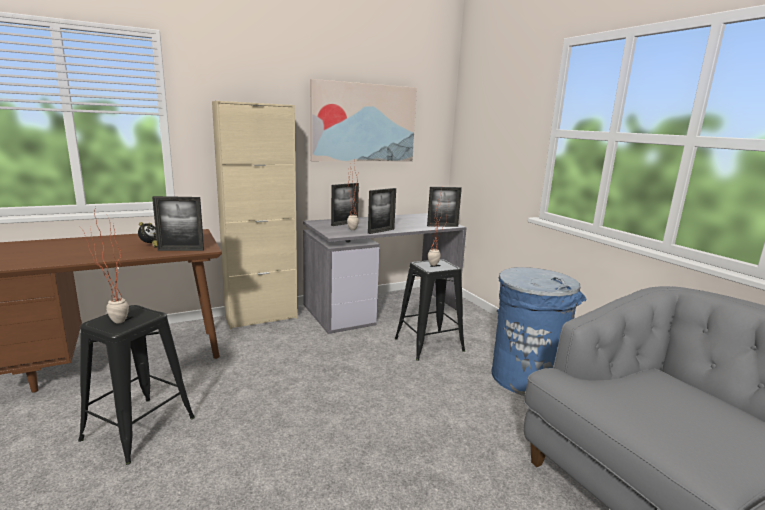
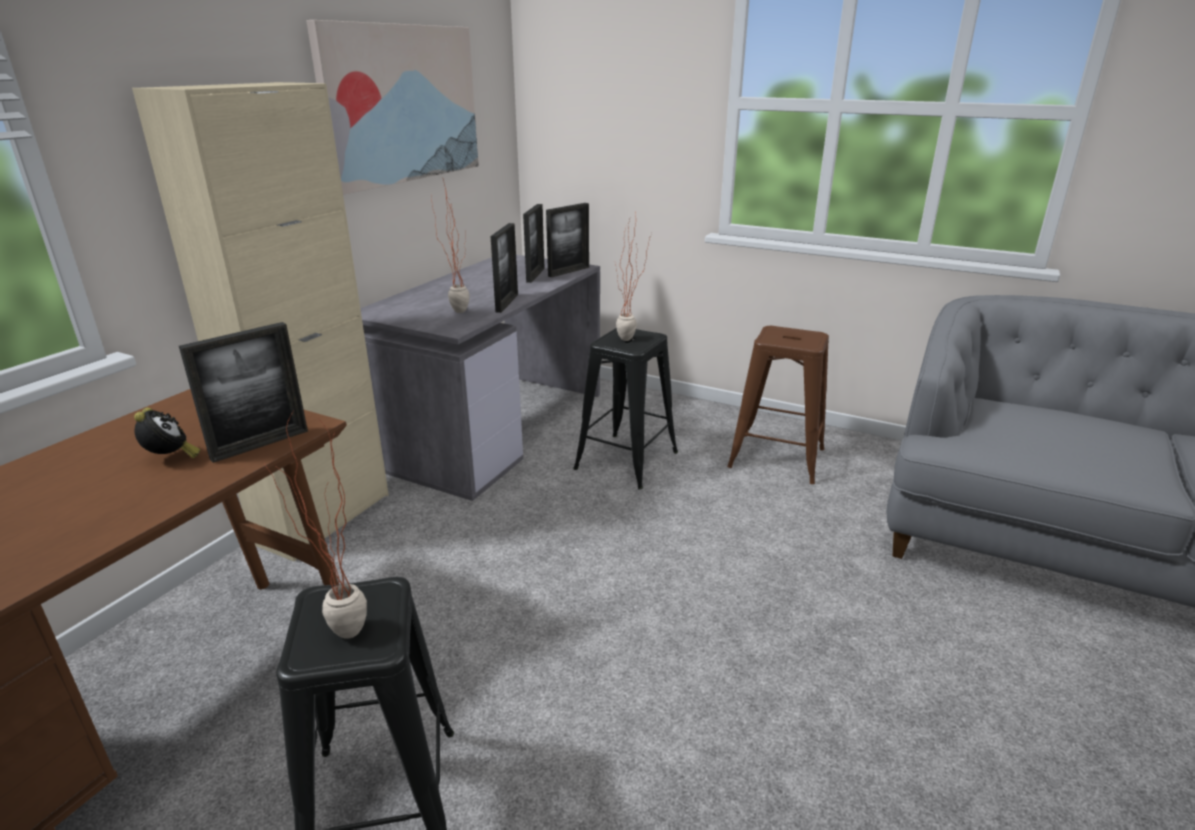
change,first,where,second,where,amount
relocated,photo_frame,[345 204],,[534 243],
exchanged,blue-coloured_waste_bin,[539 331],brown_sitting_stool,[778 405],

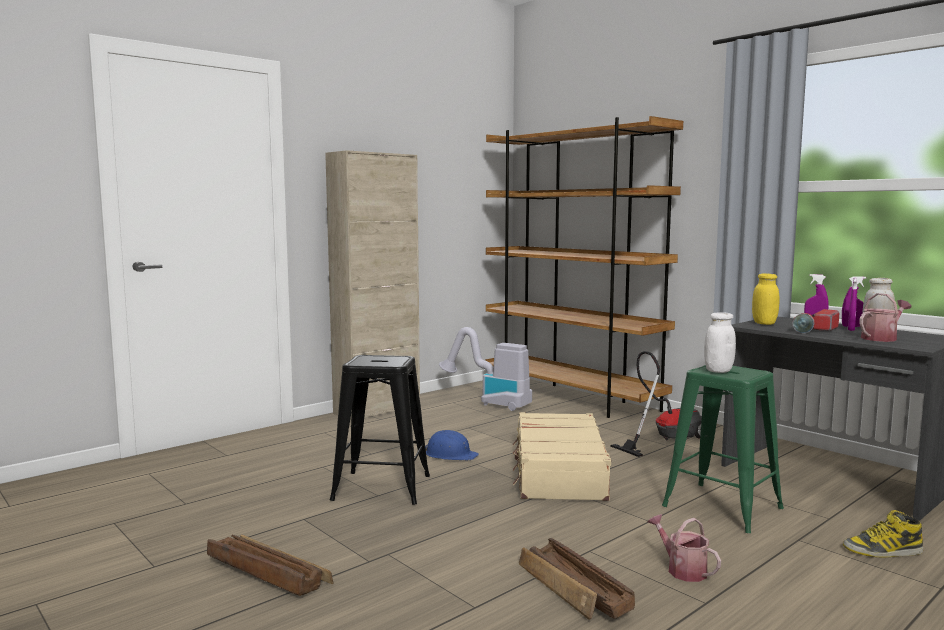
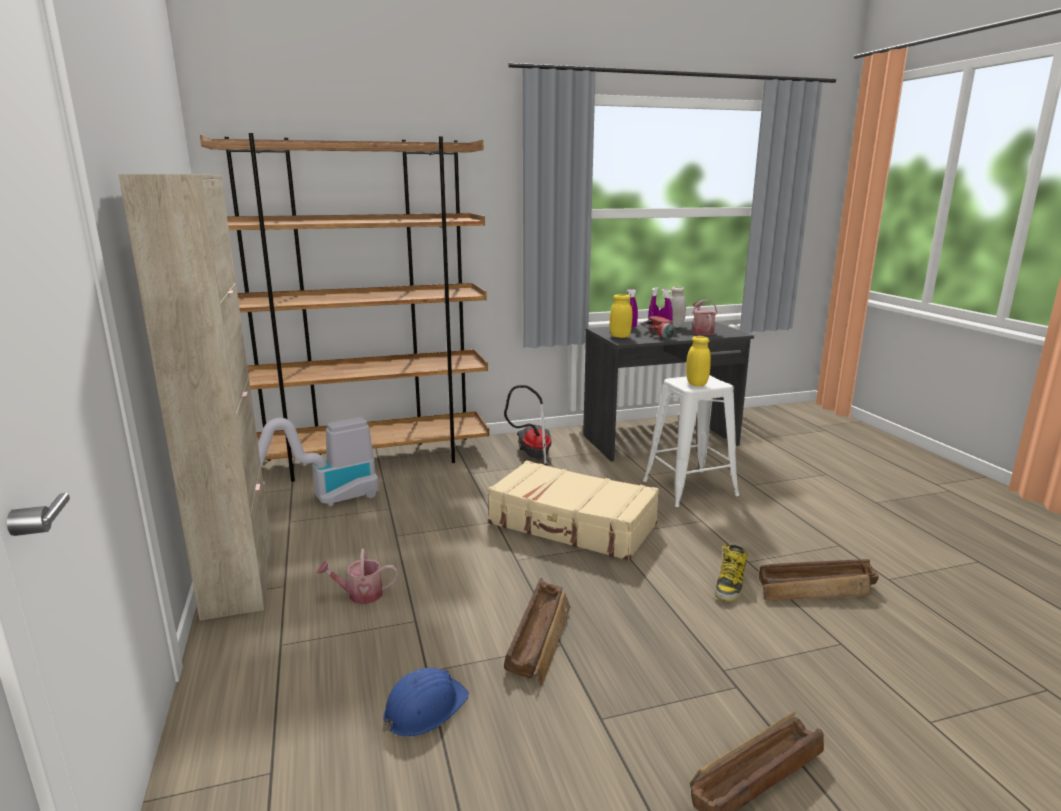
change,first,where,second,where,amount
colour,white_storage_jar,[720 342],yellow-coloured_storage_jar,[698 361],
exchanged,black_sitting_stool,[380 430],packing_crate,[537 632],
colour,green-coloured_sitting_stool,[723 449],white_sitting_stool,[691 441],
relocated,blue-coloured_hard_hat,[452 445],,[426 702],
relocated,tall_boot,[883 533],,[731 573],
relocated,watering_can,[684 548],,[357 576],

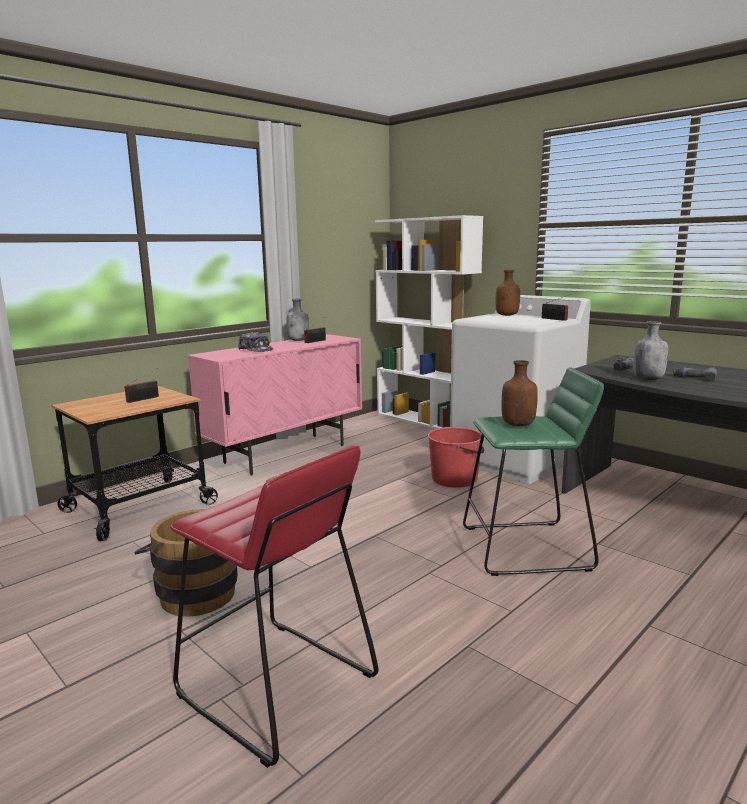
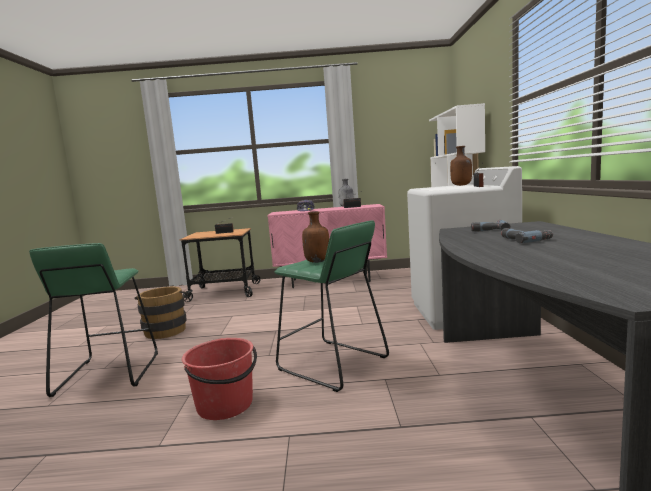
change,first,where,second,where,amount
missing,grey_bottle,[650 350],,,
relocated,red_bucket,[455 457],,[219 379],
colour,red_sitting_stool,[274 607],green-coloured_sitting_stool,[93 320],

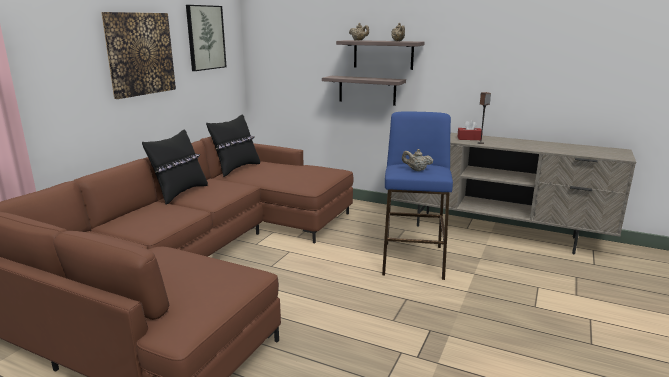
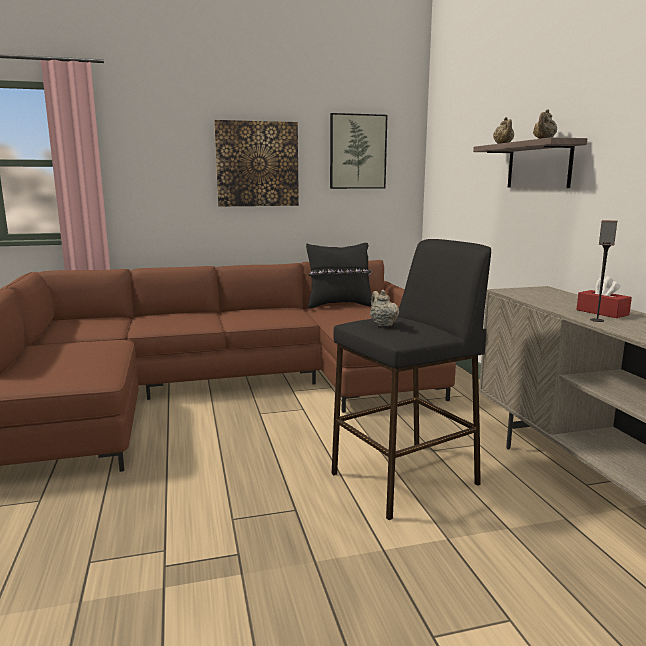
change,first,where,second,where,amount
missing,bracket_shelf,[364 91],,,
colour,blue-coloured_sitting_stool,[417 195],black_sitting_stool,[411 379],
missing,black_throw_pillow,[175 167],,,

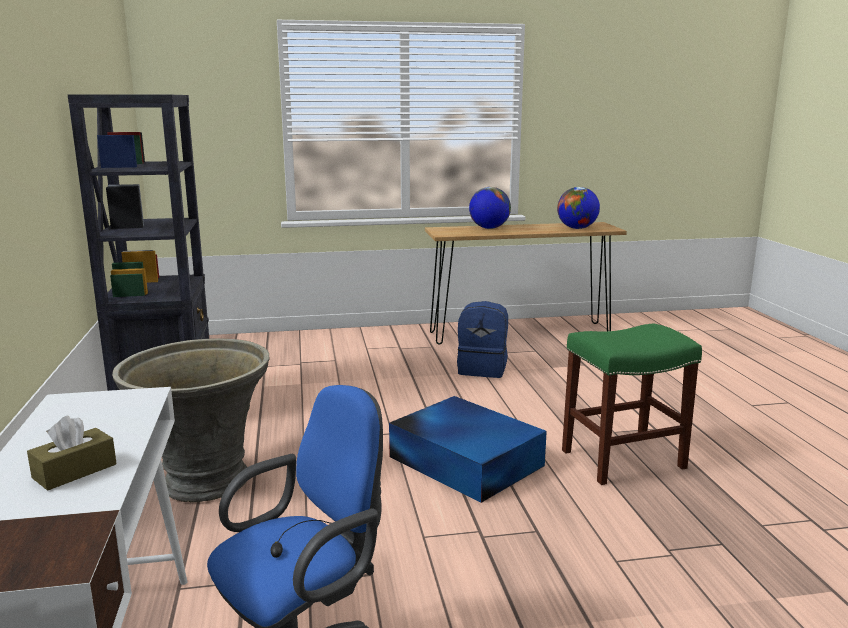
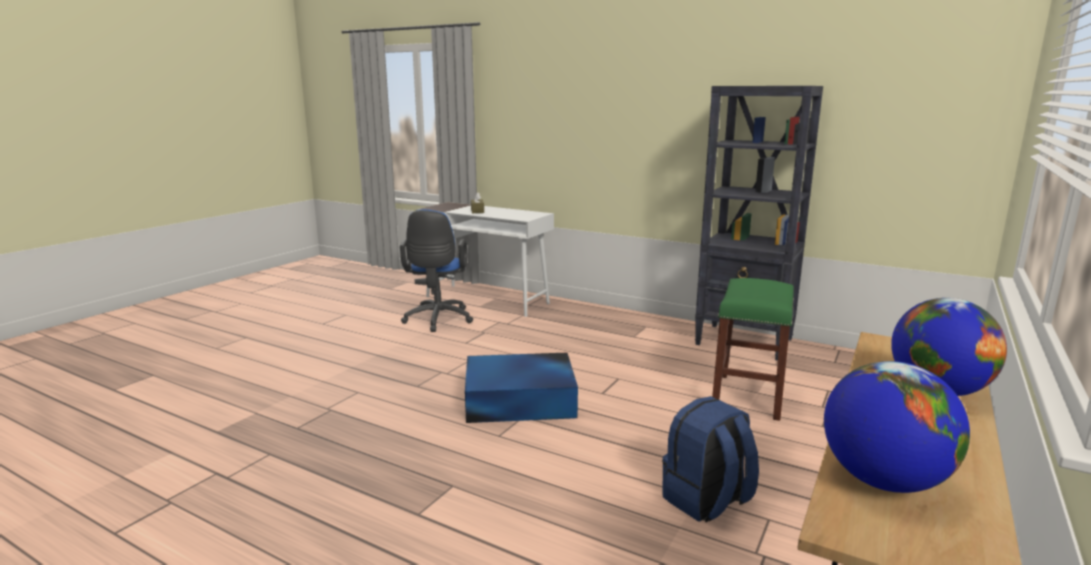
change,first,where,second,where,amount
relocated,green-coloured_sitting_stool,[632 404],,[753 349],
missing,grey_flower_pot,[190 420],,,

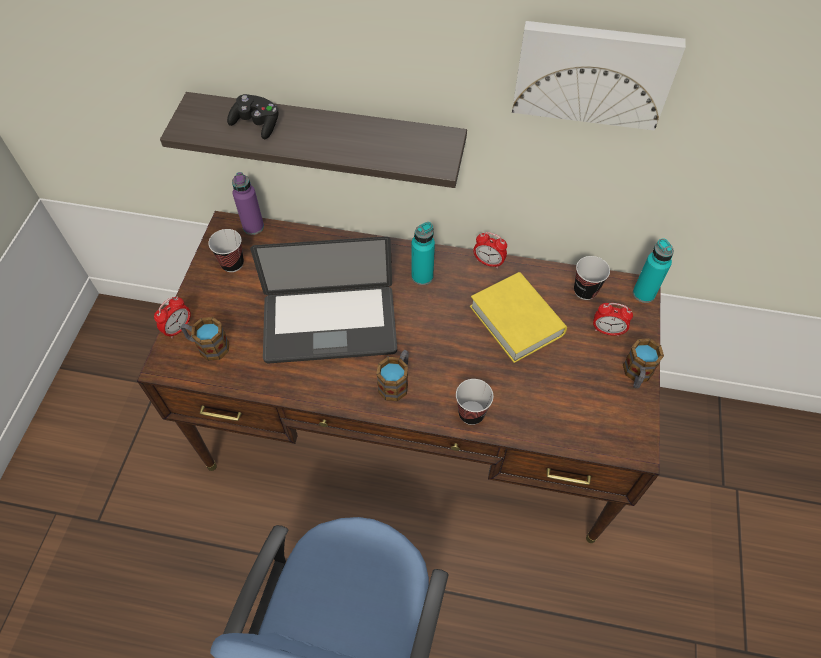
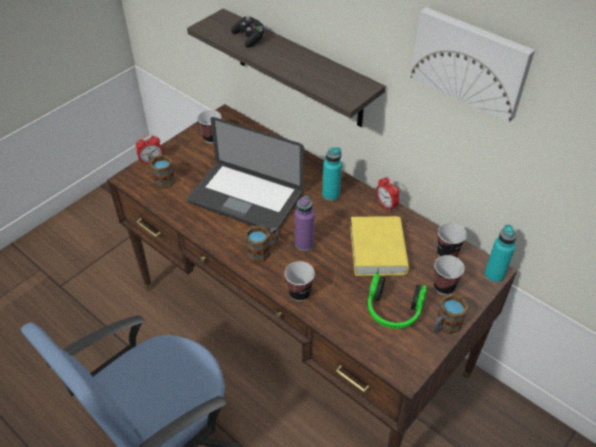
change,first,where,second,where,amount
relocated,purple-coloured_bottle,[248 203],,[305 223],
exchanged,table_clock,[613 319],small_cup,[449 275],
appeared,,,headset,[397 298],

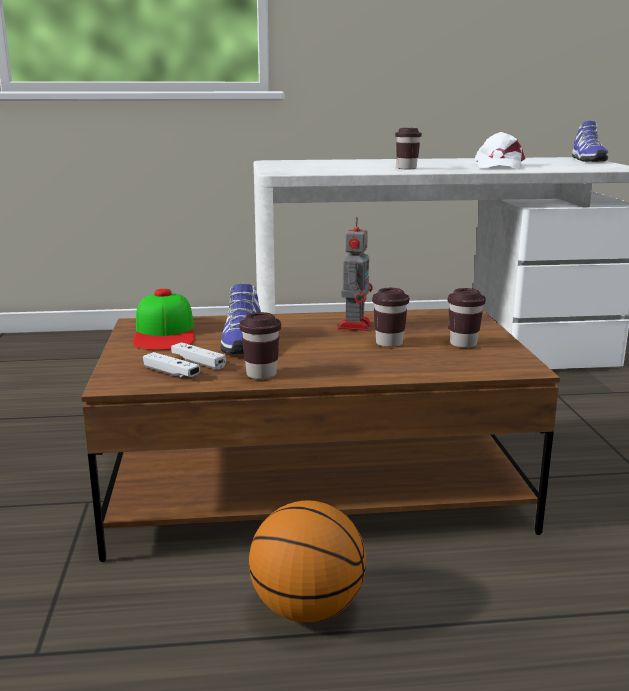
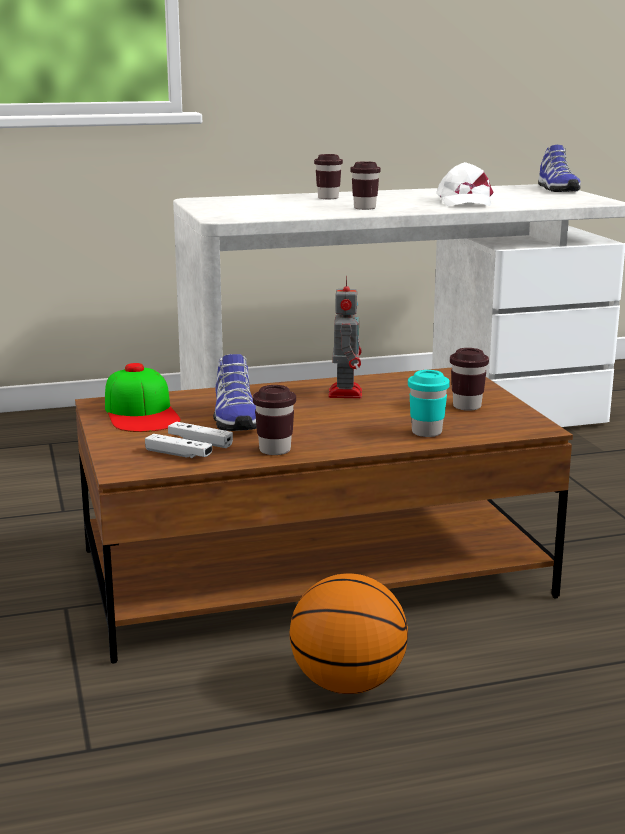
change,first,where,second,where,amount
relocated,brown_small_cup,[391 317],,[328 176],
appeared,,,turquoise_small_cup,[429 403],

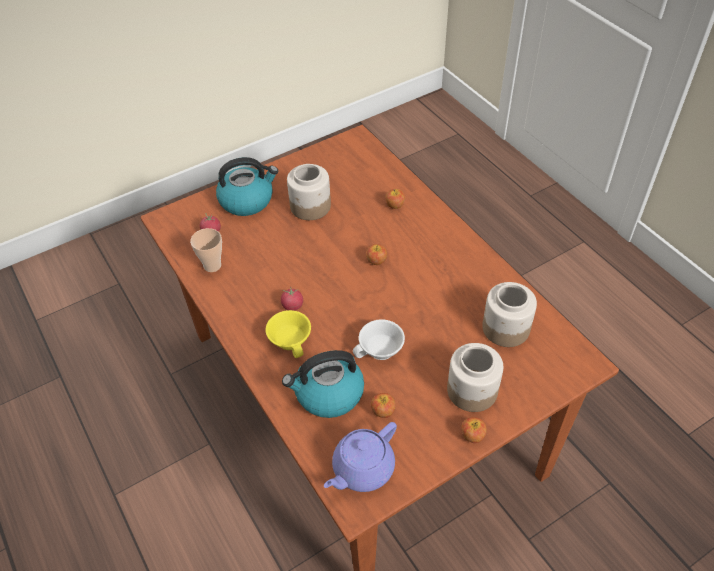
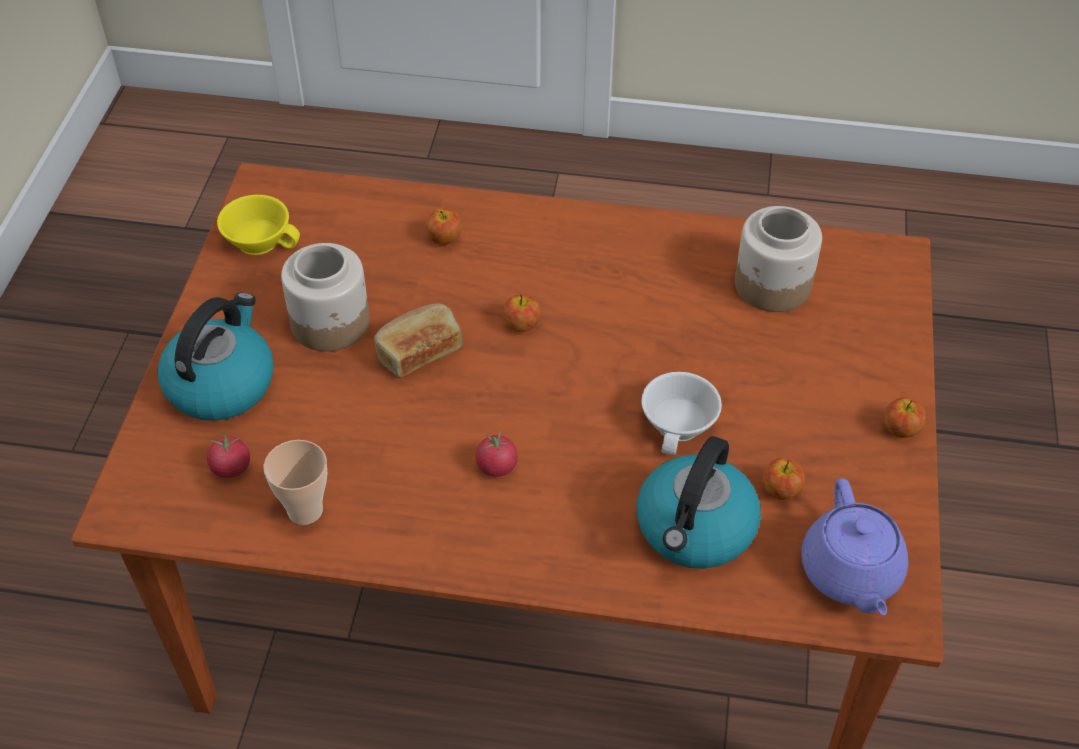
change,first,where,second,where,amount
relocated,yellow-coloured_small_cup,[288 334],,[258 225],
missing,storage_jar,[475 377],,,
appeared,,,baked_bread,[418 340],

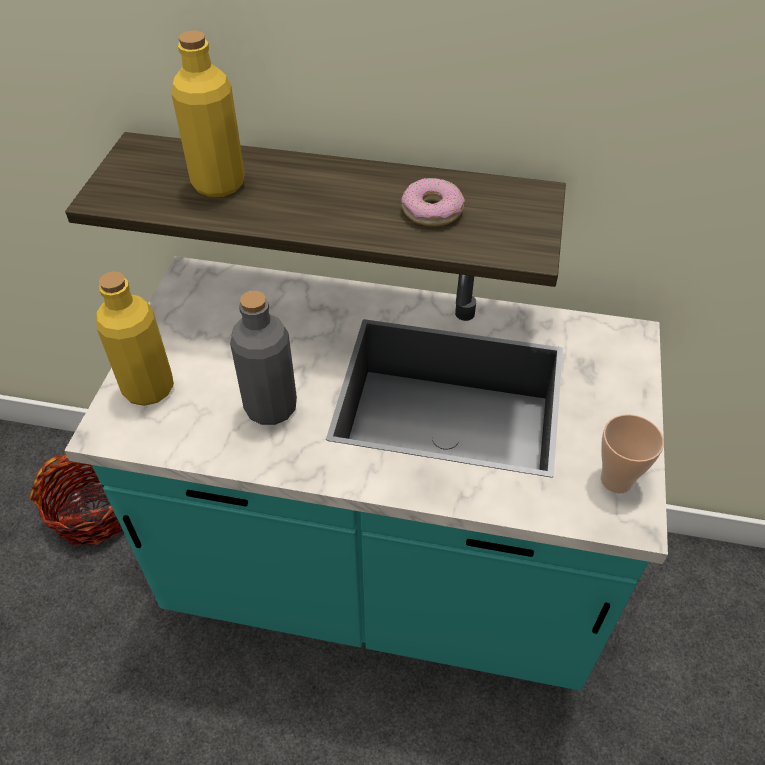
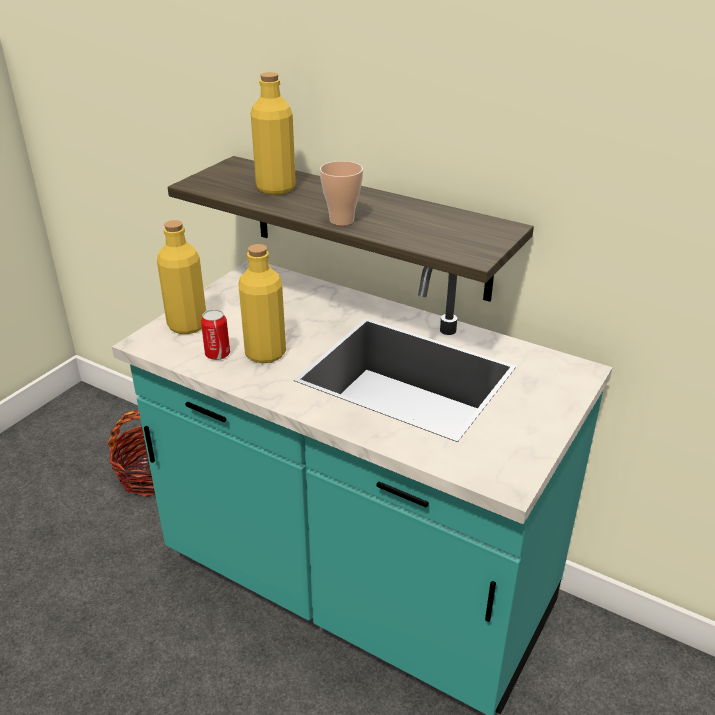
change,first,where,second,where,amount
missing,ring_doughnut,[433 202],,,
colour,grey_bottle,[263 358],yellow-coloured_bottle,[262 303],
relocated,small_cup,[632 454],,[341 193],
appeared,,,can,[215 334],

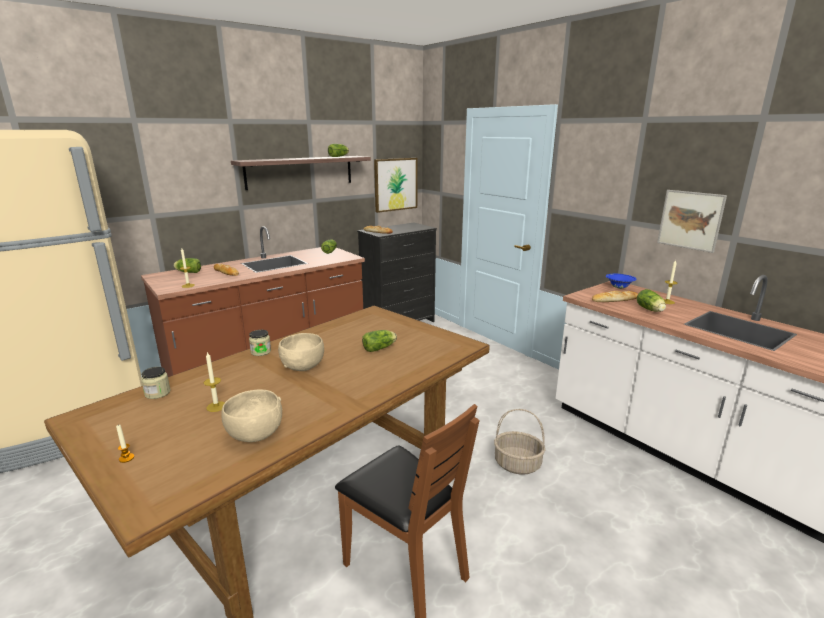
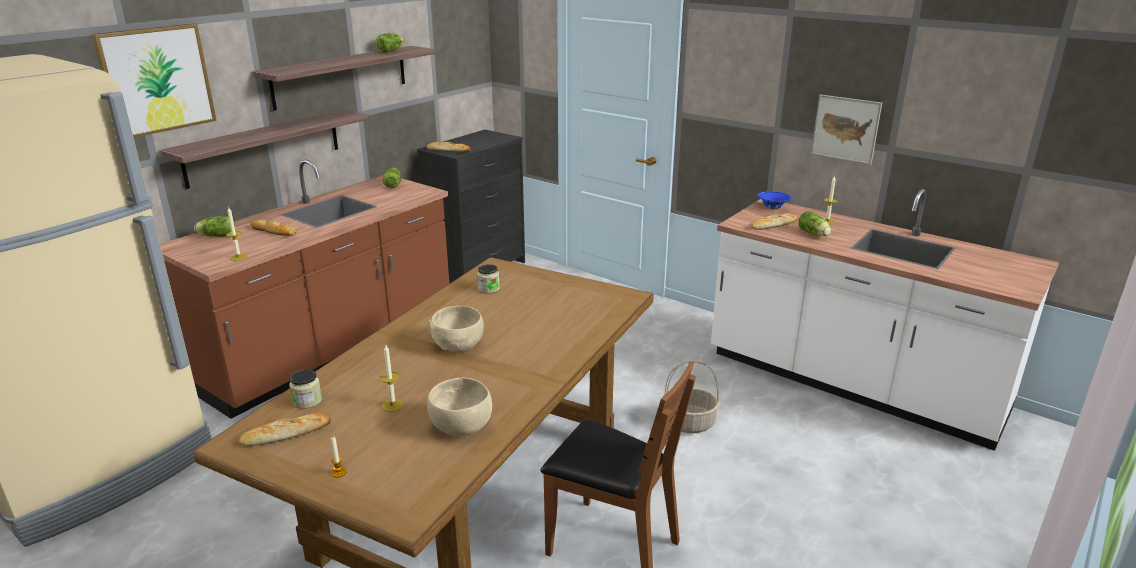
change,first,where,second,where,amount
relocated,wall_art,[396 185],,[154 80],
relocated,storage_jar,[260 343],,[488 279],
missing,lettuce_head,[379 341],,,
appeared,,,bracket_shelf,[264 149],
appeared,,,baked_bread,[285 429],

